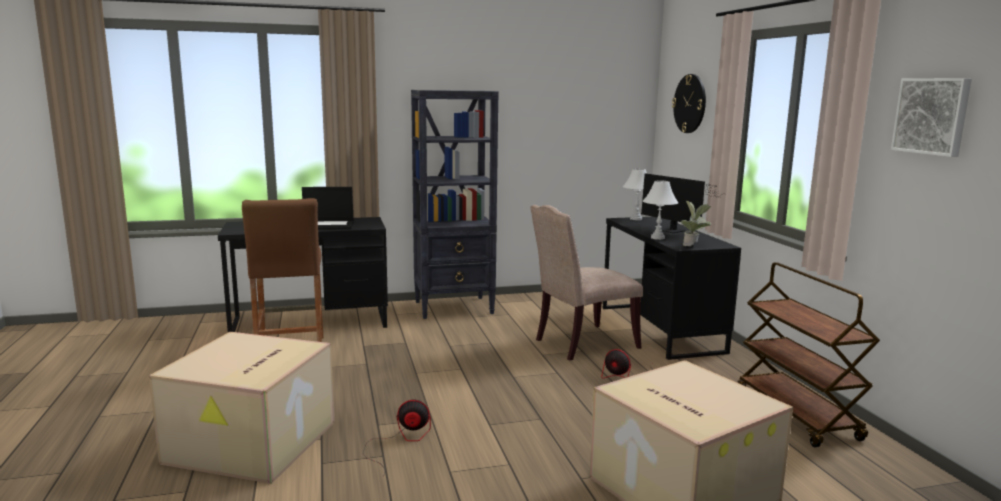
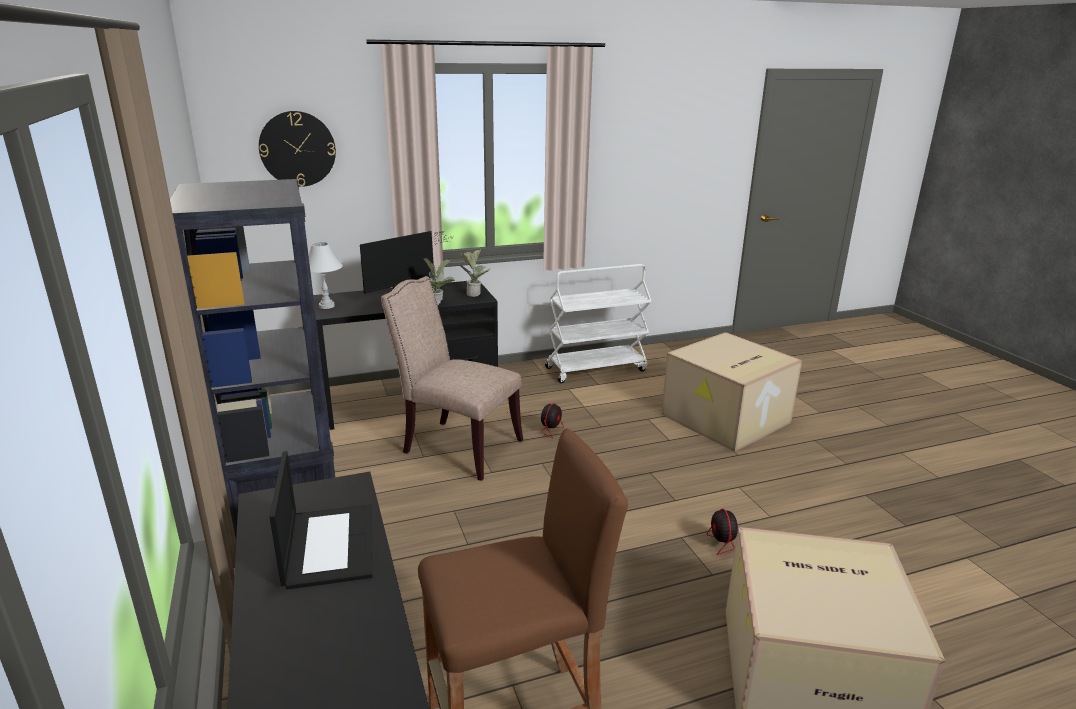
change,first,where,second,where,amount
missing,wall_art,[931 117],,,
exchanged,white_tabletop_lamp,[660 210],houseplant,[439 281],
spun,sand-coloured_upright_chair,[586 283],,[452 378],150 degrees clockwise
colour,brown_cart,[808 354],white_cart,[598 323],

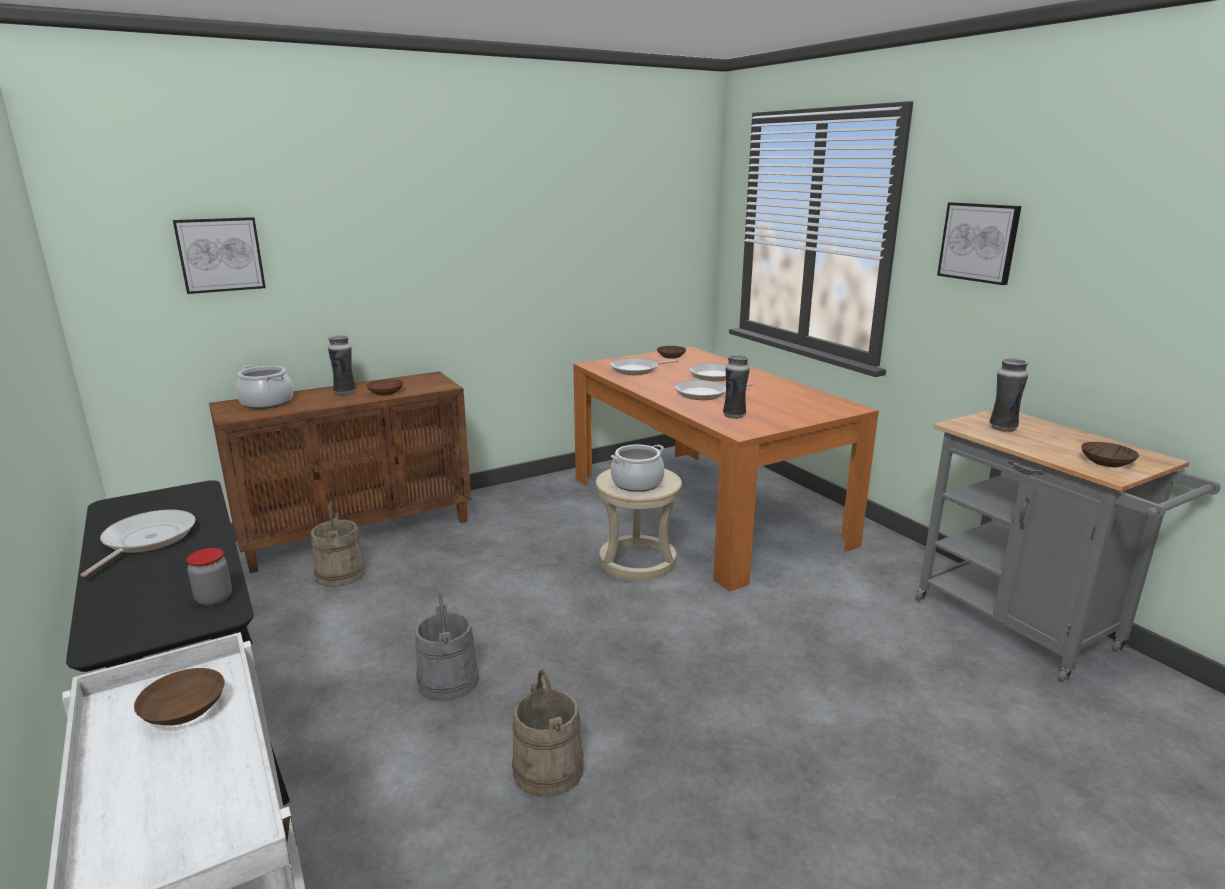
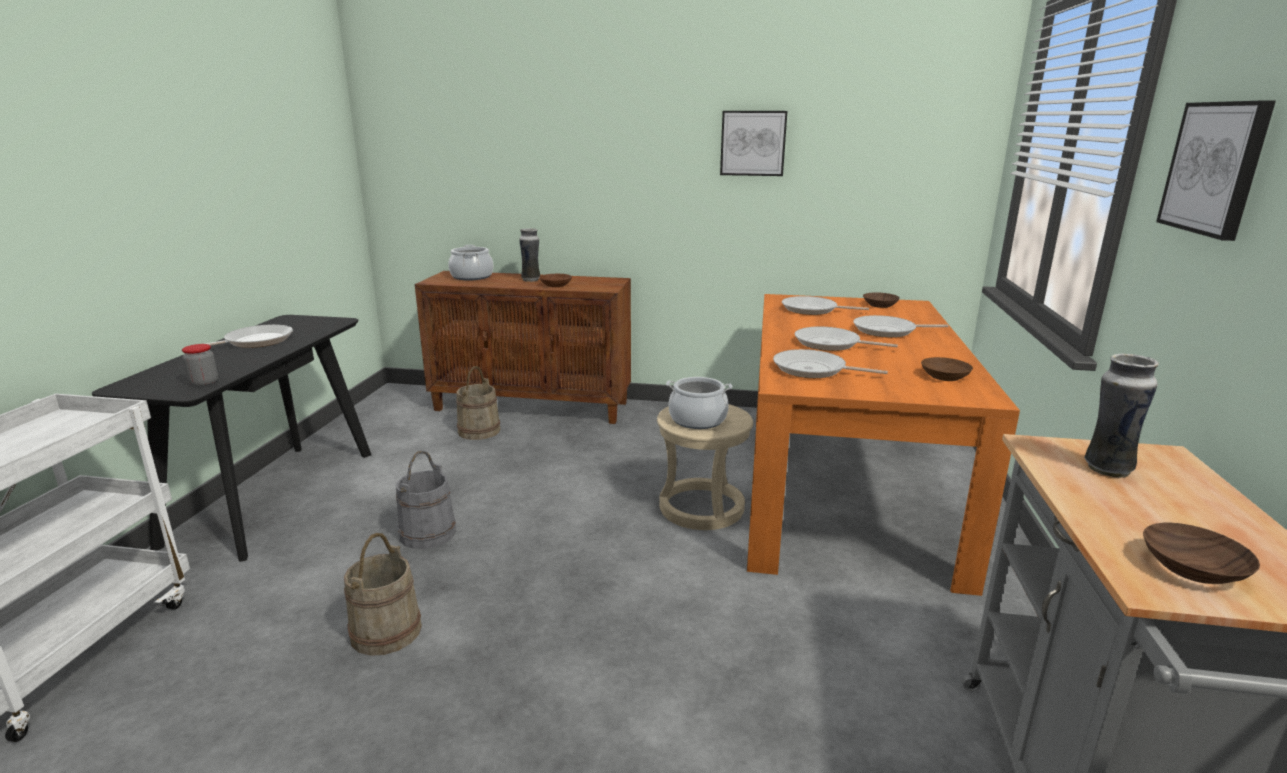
change,first,where,second,where,amount
relocated,wall_art,[219 255],,[753 143],
exchanged,flower_vase,[736 386],frying_pan,[830 363],
relocated,brown_bowl,[179 697],,[947 369],

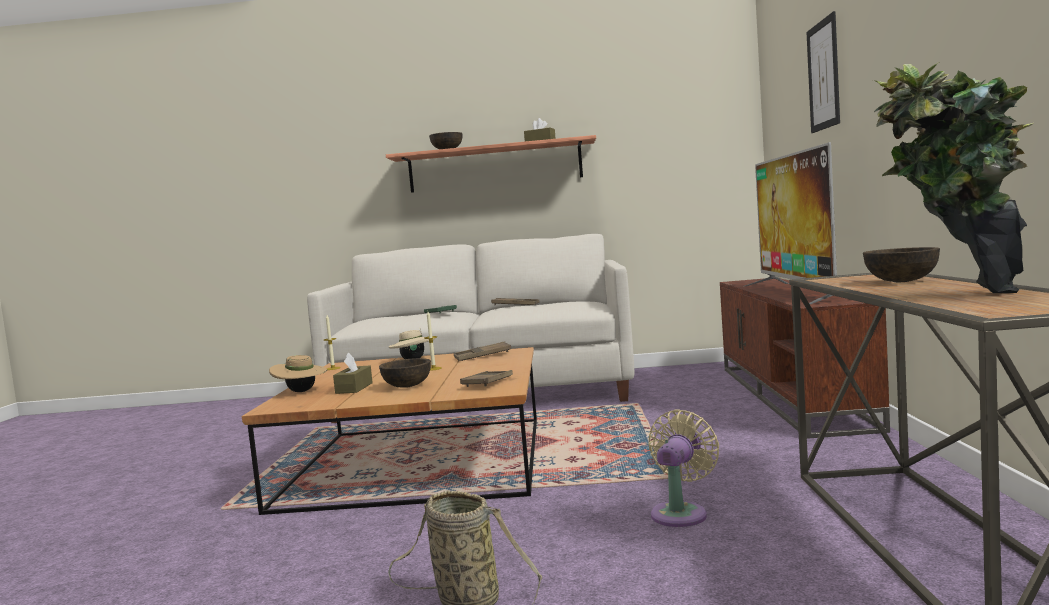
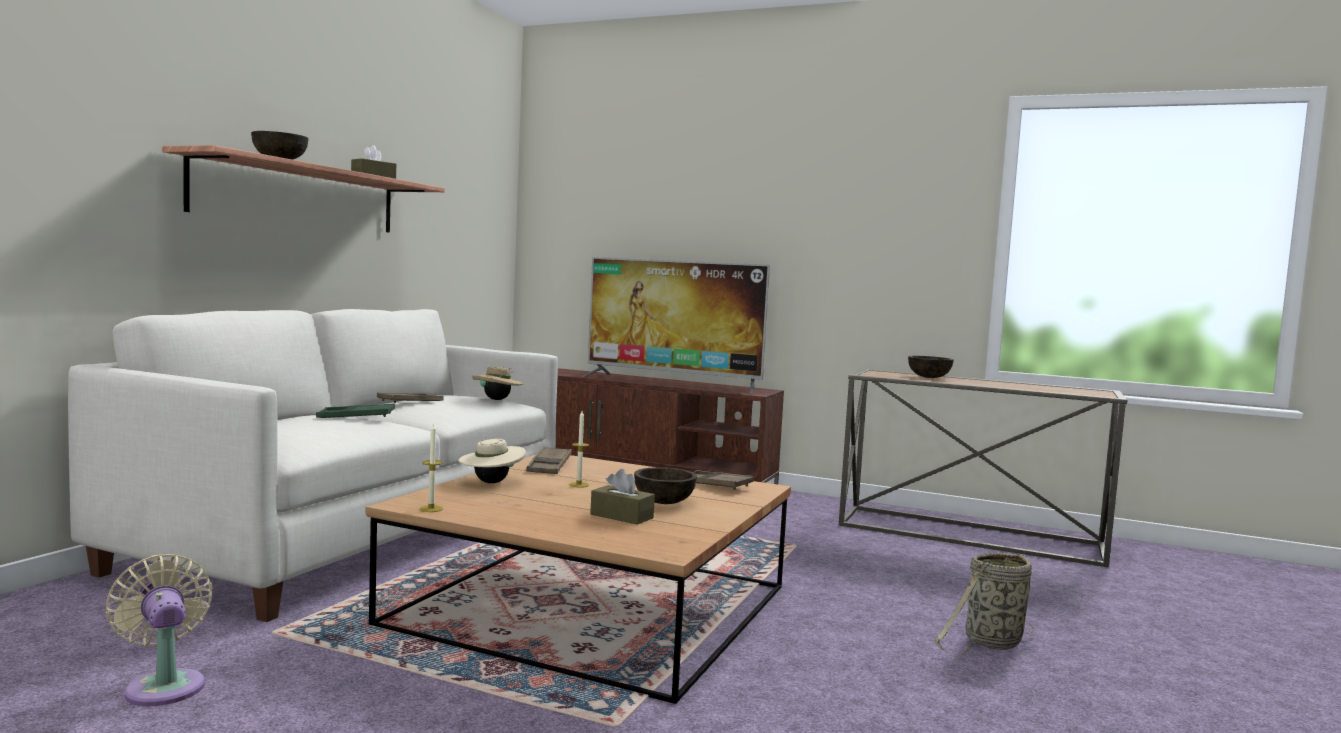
change,first,where,second,where,amount
missing,wall_art,[823 72],,,
missing,houseplant,[953 177],,,
relocated,sand-coloured_hat,[298 373],,[498 383],
relocated,sand-coloured_fan,[683 468],,[159 630],

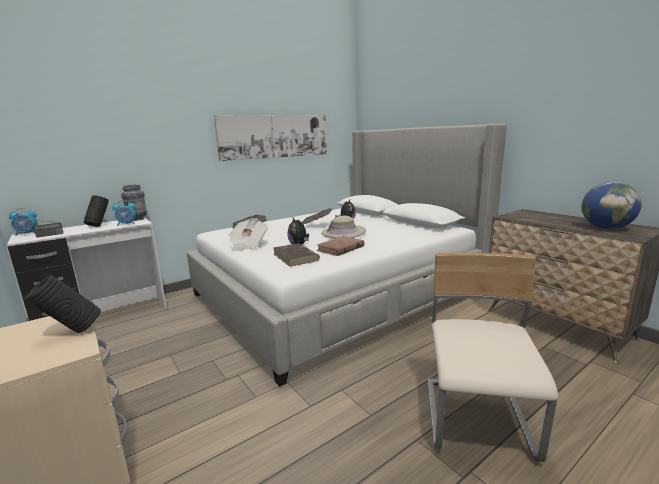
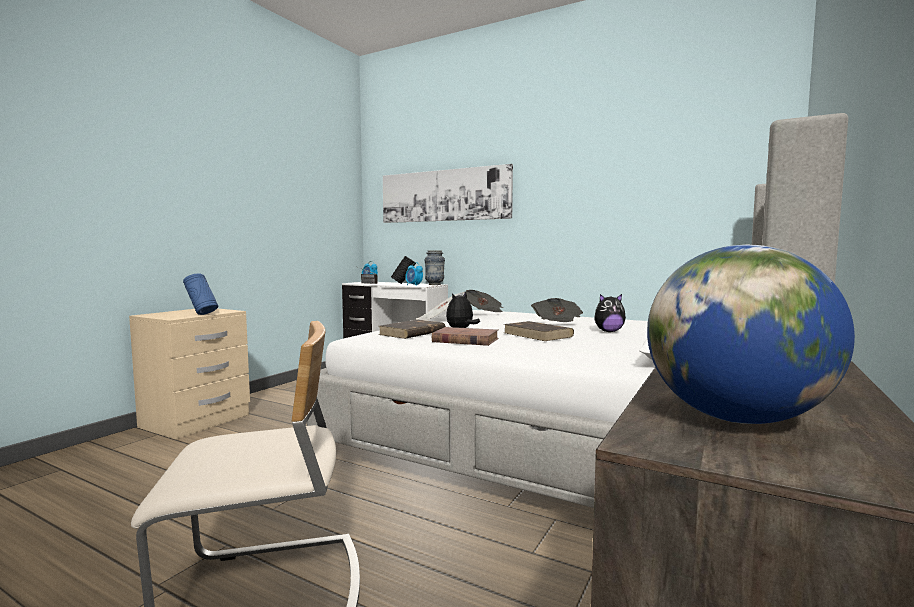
change,first,where,second,where,amount
relocated,wall_art,[270 138],,[448 193],
exchanged,sand-coloured_hat,[343 227],brown_volume,[539 331],
colour,black_flower_vase,[63 304],blue-coloured_flower_vase,[200 294],

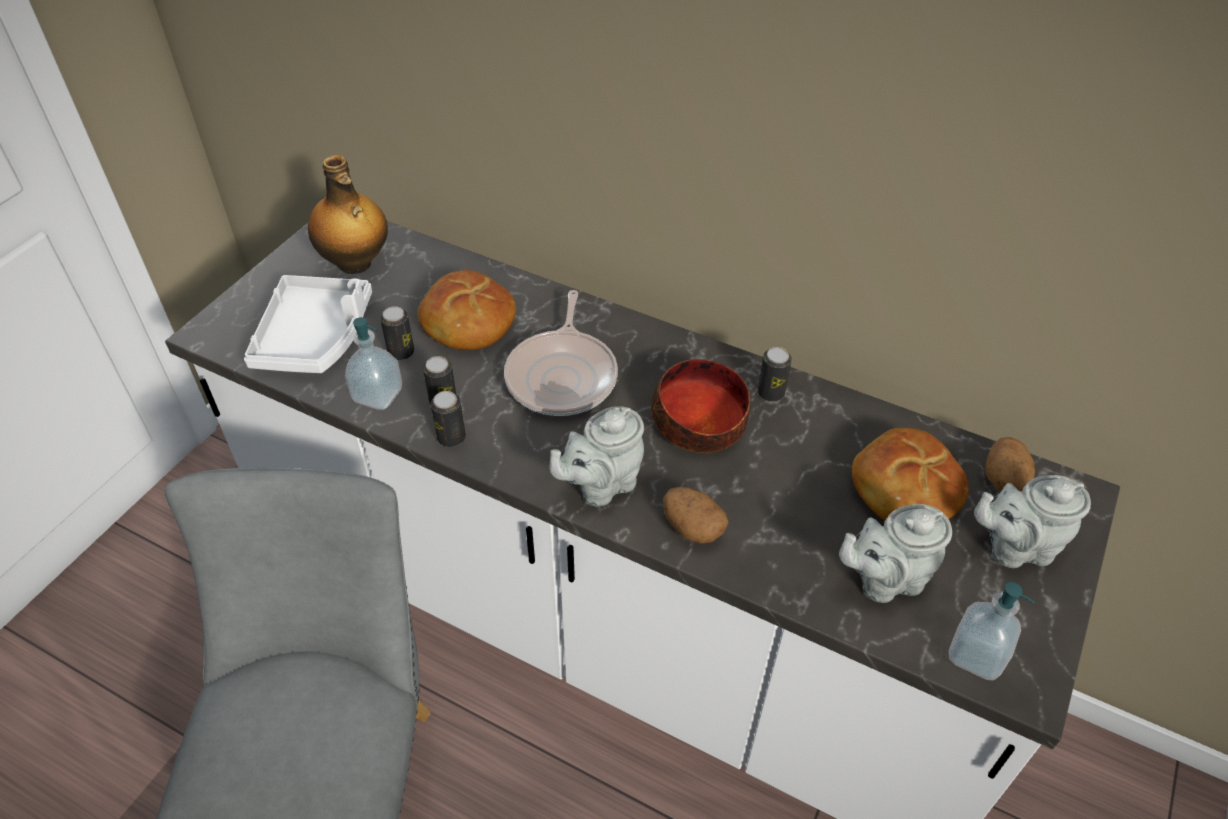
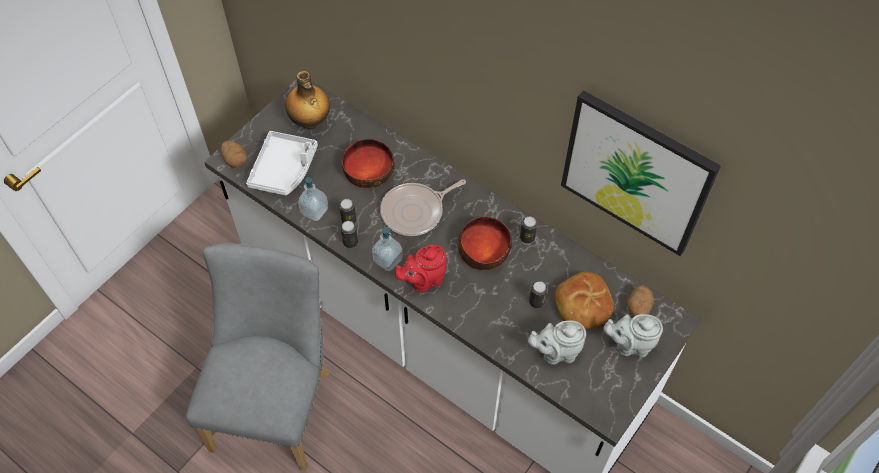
change,first,where,second,where,amount
exchanged,baked_bread,[466 310],bowl,[368 164],
spun,frying_pan,[561 353],,[423 207],45 degrees clockwise
relocated,can,[397 333],,[538 294],
colour,grey_teapot,[596 456],red_teapot,[420 269],
relocated,whole_potato,[695 515],,[234 154],
relocated,soap_bottle,[991 631],,[387 249],
appeared,,,wall_art,[641 173],

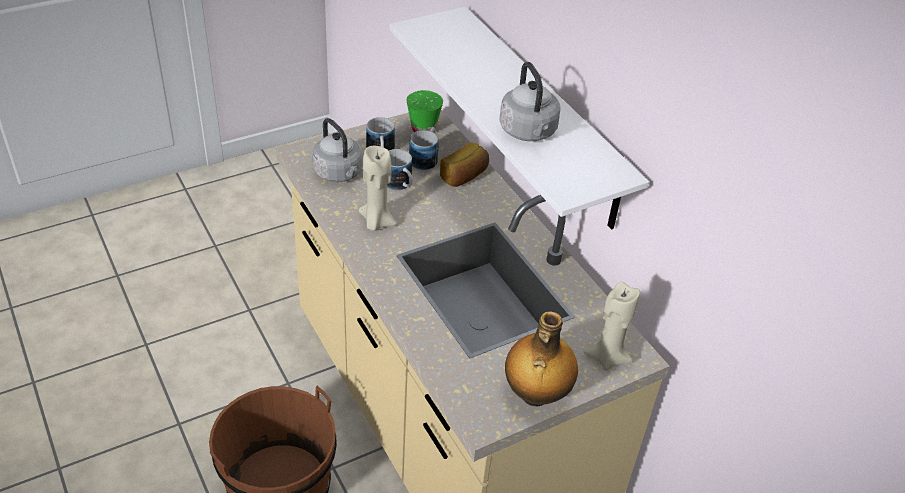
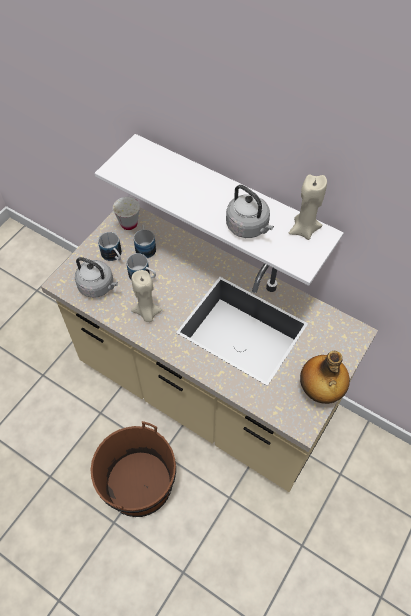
change,first,where,second,where,amount
colour,green-coloured_small_cup,[424 111],white_small_cup,[126 213],
missing,baked_bread,[464 164],,,
relocated,sand-coloured_wax_light,[612 326],,[308 207],

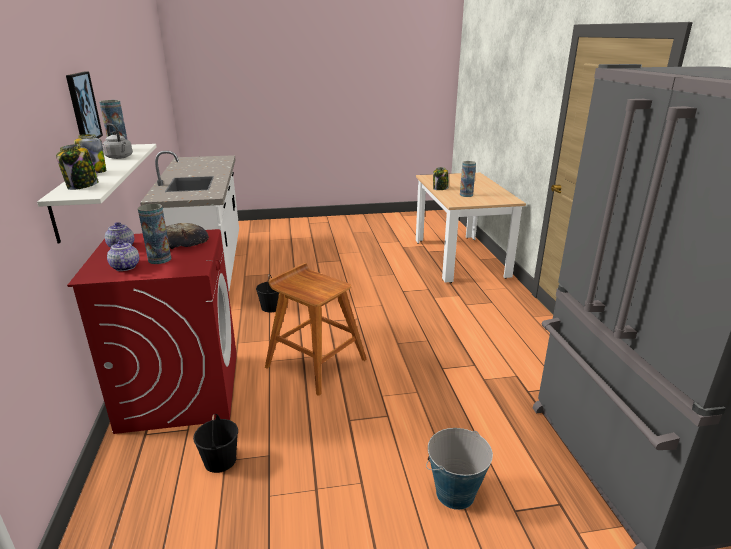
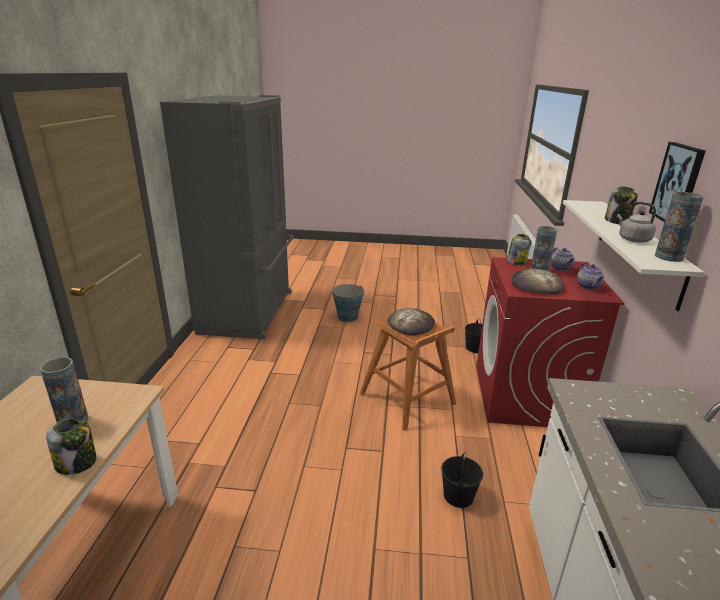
change,first,where,second,where,amount
relocated,storage_jar,[77 167],,[519 249],
appeared,,,baked_bread,[411 321],

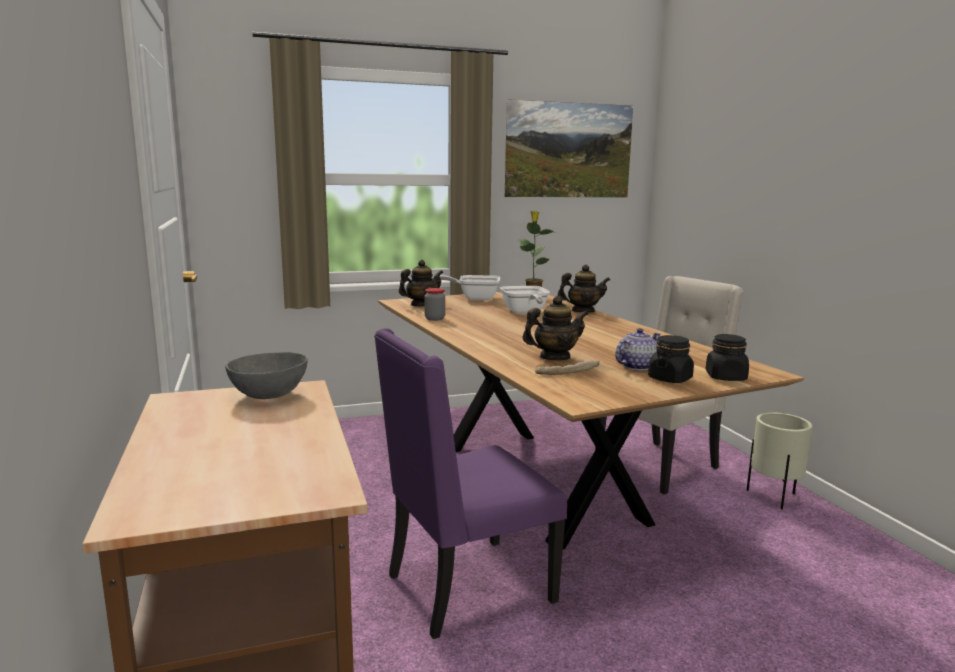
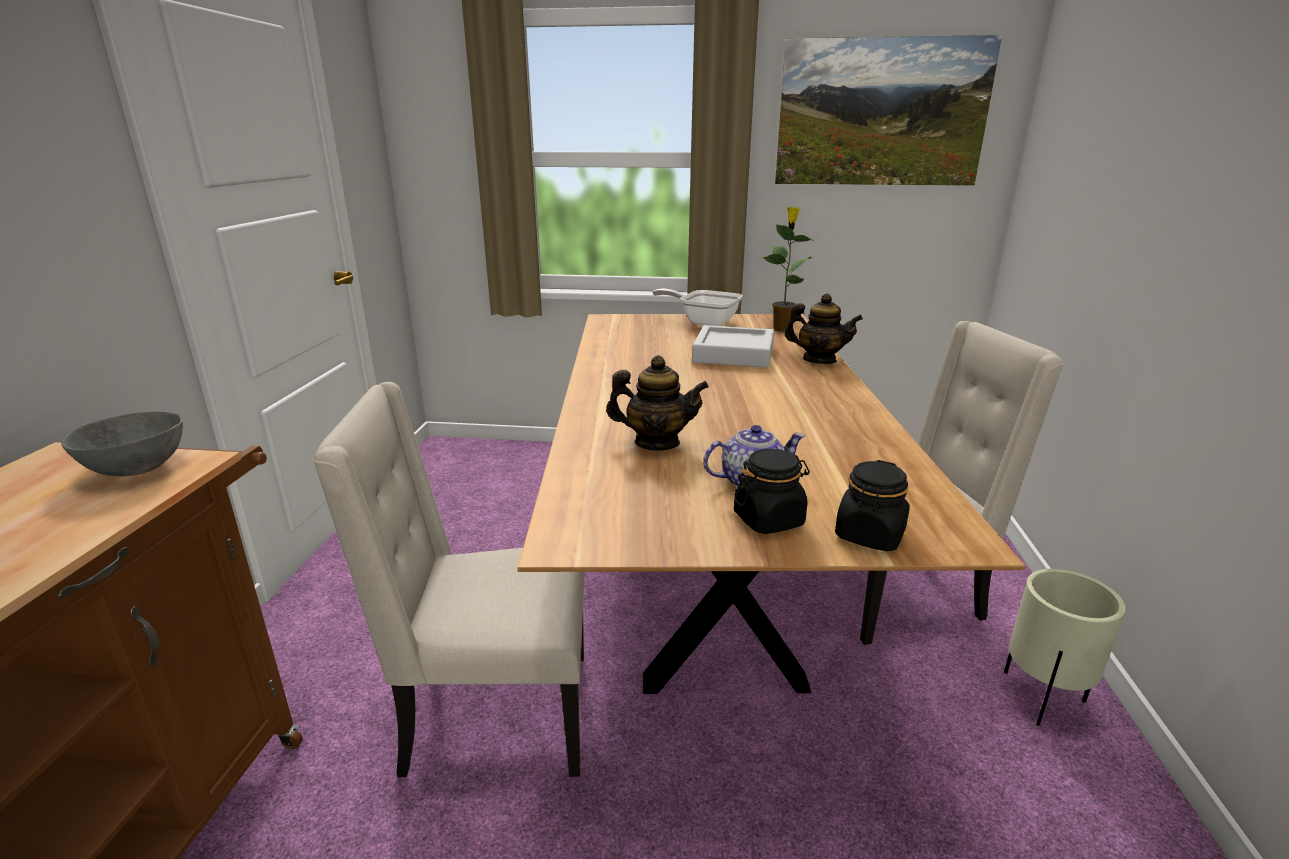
change,first,where,second,where,amount
missing,teapot,[421 283],,,
exchanged,frying_pan,[525 300],grey_serving_tray,[733 346],
missing,storage_jar,[434 304],,,
colour,purple-coloured_upright_chair,[470 483],sand-coloured_upright_chair,[448 580],
missing,baked_bread,[567 367],,,

